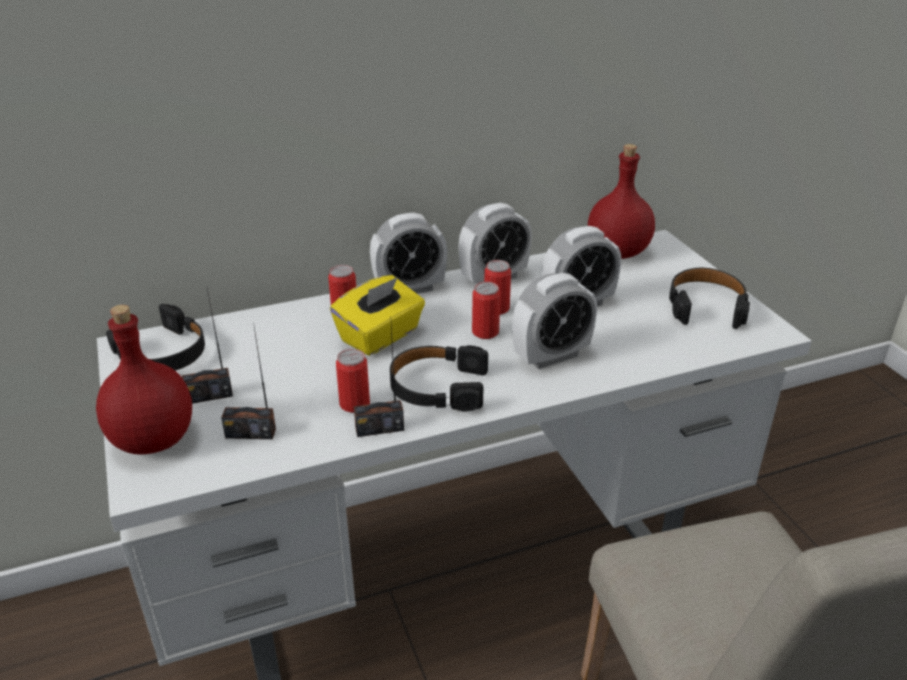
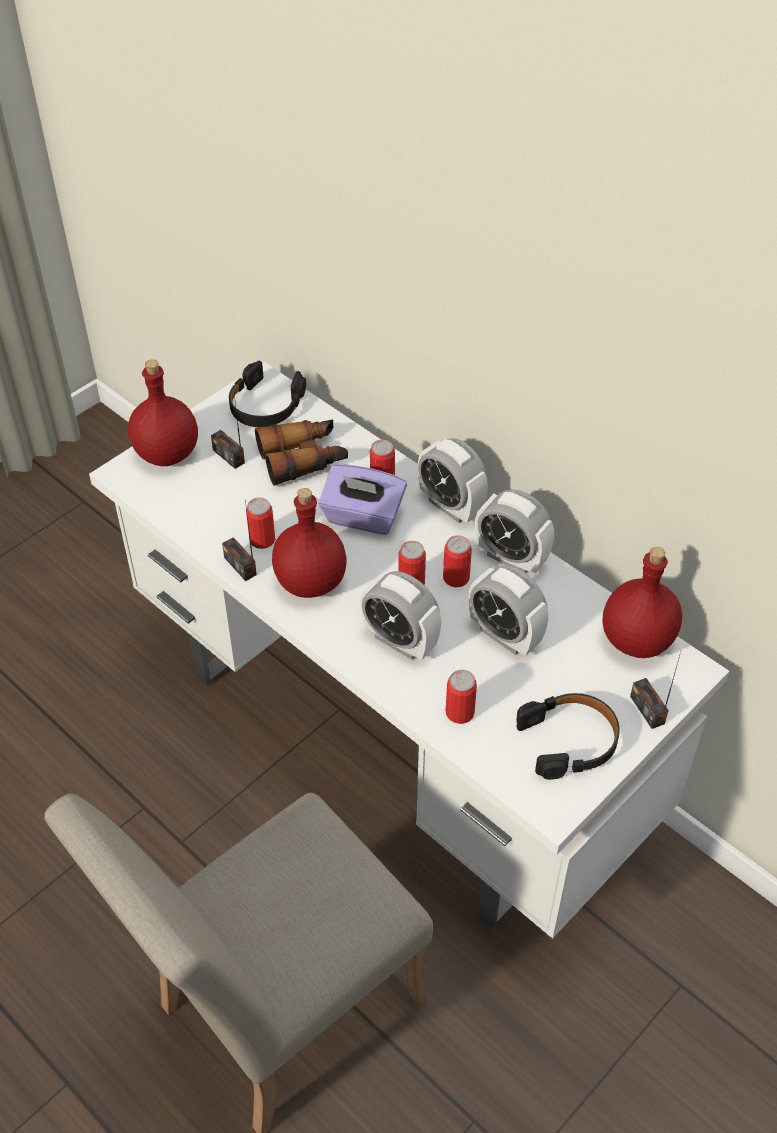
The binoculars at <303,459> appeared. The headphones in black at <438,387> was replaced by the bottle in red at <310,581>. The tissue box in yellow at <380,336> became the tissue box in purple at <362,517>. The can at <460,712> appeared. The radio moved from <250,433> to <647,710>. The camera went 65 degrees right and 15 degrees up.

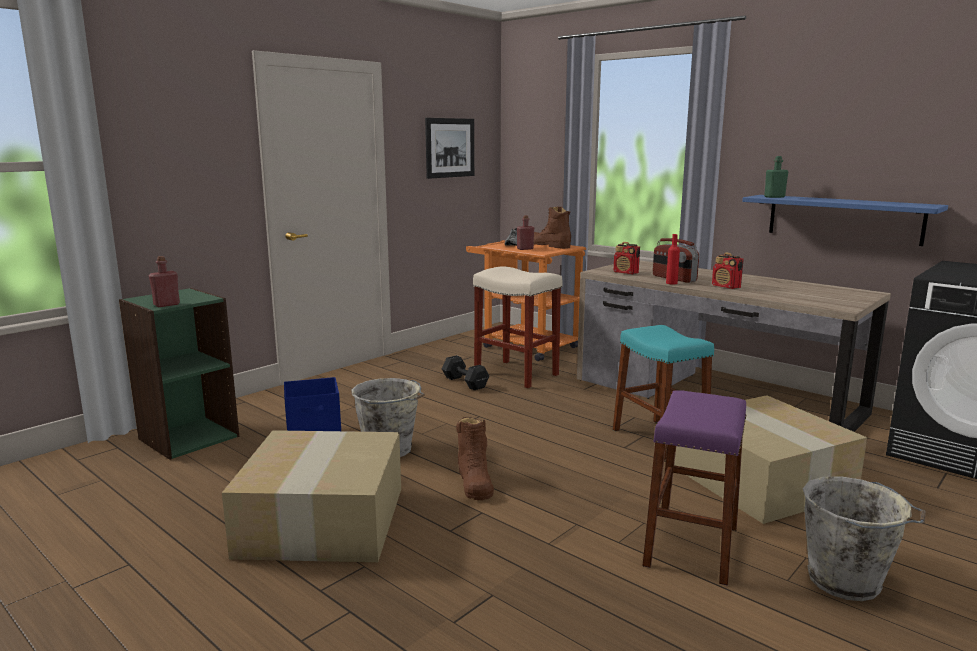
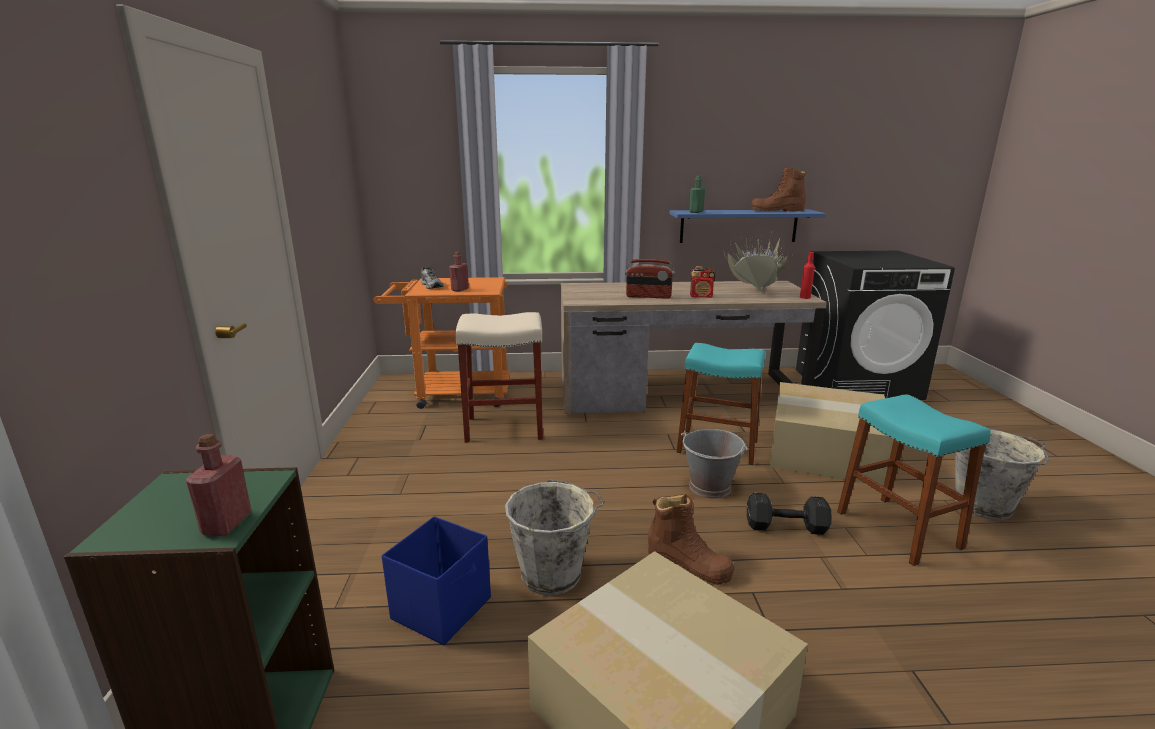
The bucket in grey at <710,487> appeared. The potted plant at <754,293> appeared. The dumbbell in black moved from <464,382> to <784,526>. The boot in brown moved from <549,245> to <777,210>. The bottle in red moved from <671,283> to <805,297>. The stool in purple at <691,546> became the stool in turquoise at <898,529>. The picture at <450,148> disappeared. The radio at <626,273> disappeared. The camera went 45 degrees left and 5 degrees up.

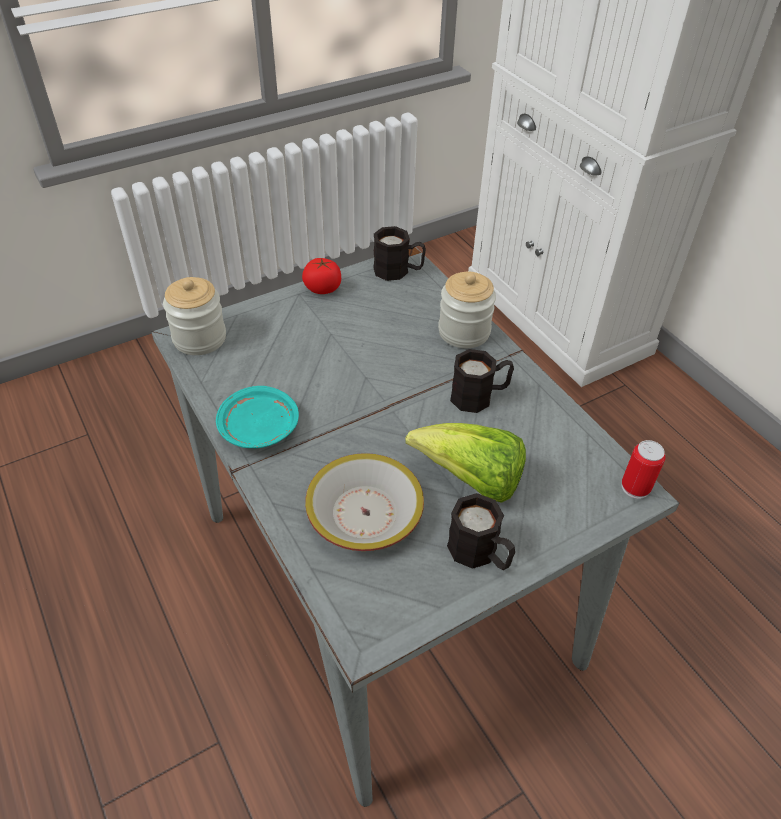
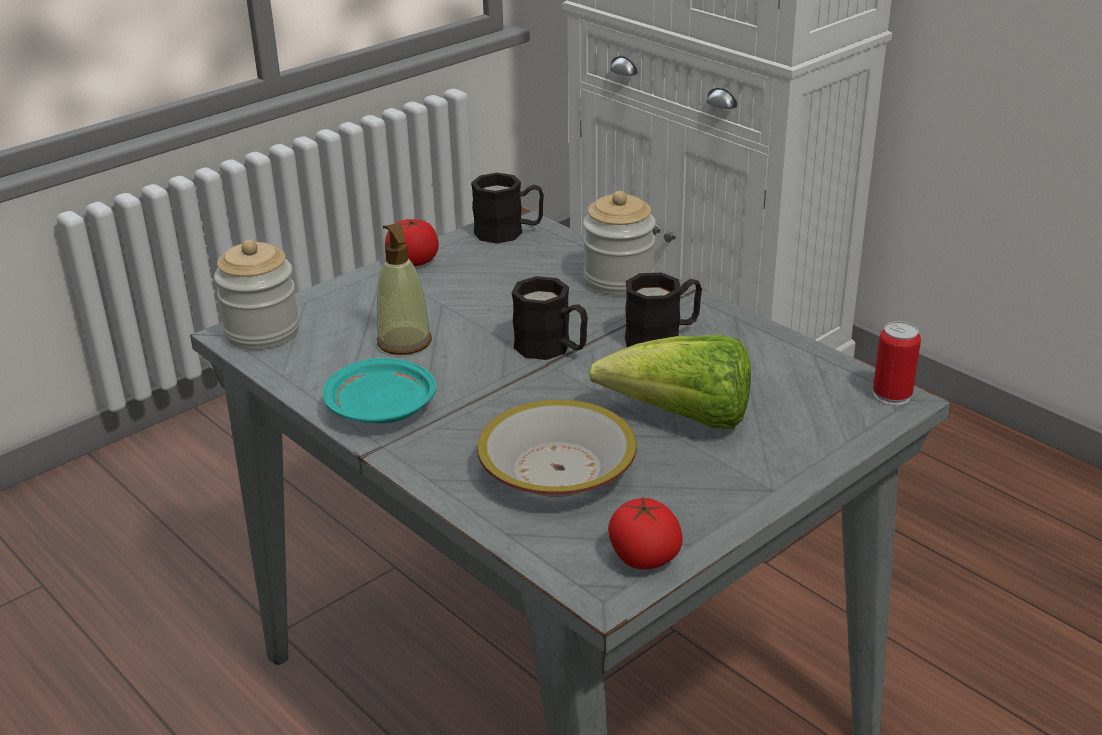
The soap dispenser at <404,342> appeared. The mug in black moved from <480,554> to <552,349>. The tomato at <643,558> appeared. The camera went 10 degrees left and 15 degrees down.

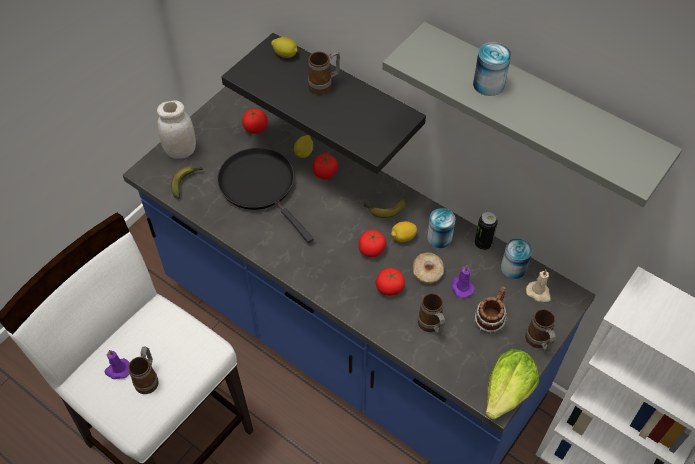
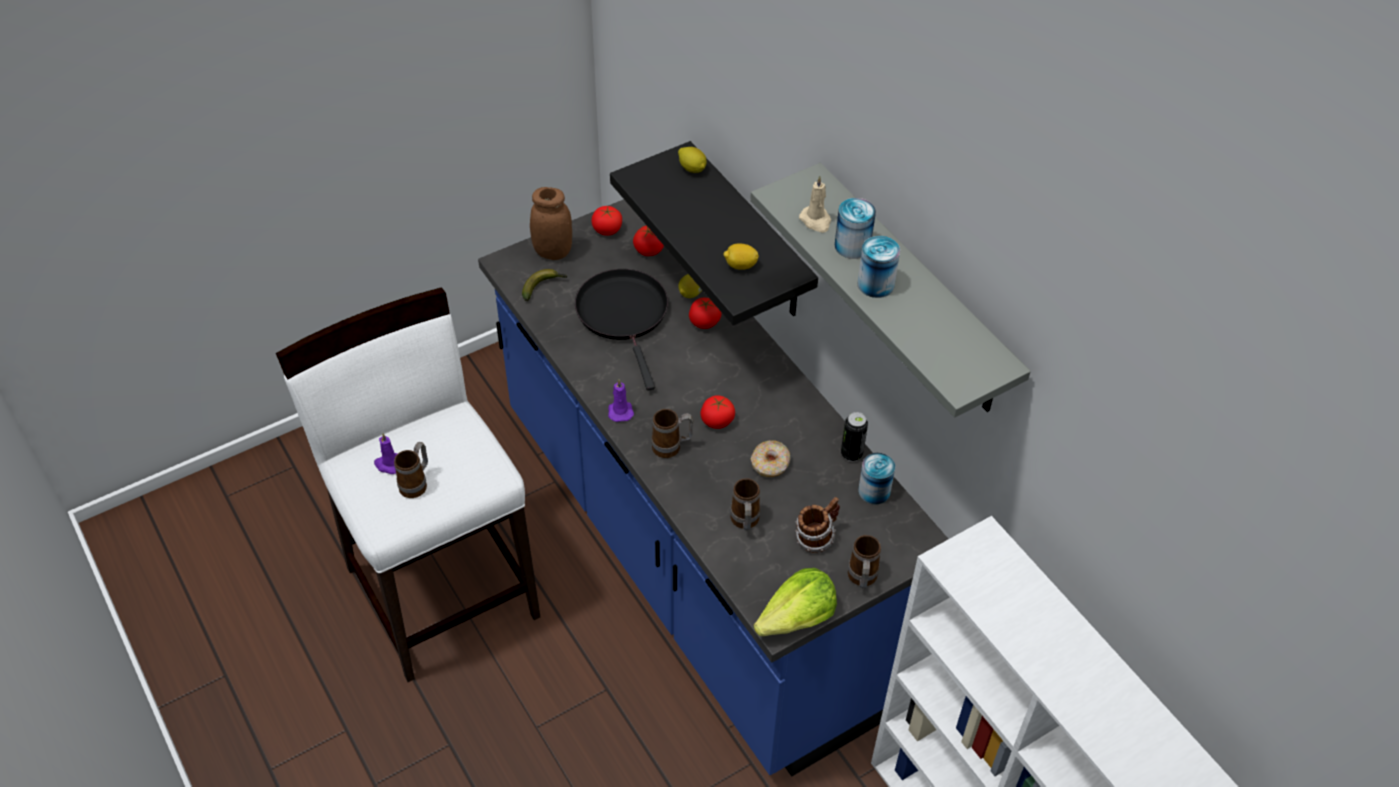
The jar in white at <181,151> became the jar in brown at <553,252>. The tomato moved from <389,288> to <607,230>. The candle in purple moved from <461,287> to <620,411>. The mug moved from <324,85> to <672,447>. The lemon moved from <403,237> to <740,265>. The candle in beige moved from <539,293> to <816,221>. The can moved from <439,237> to <875,284>. The banana at <384,210> disappeared. The camera went 20 degrees right and 5 degrees down.

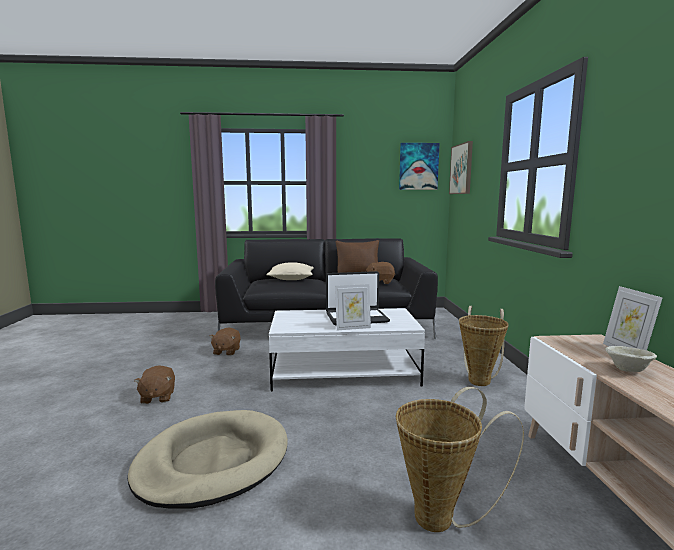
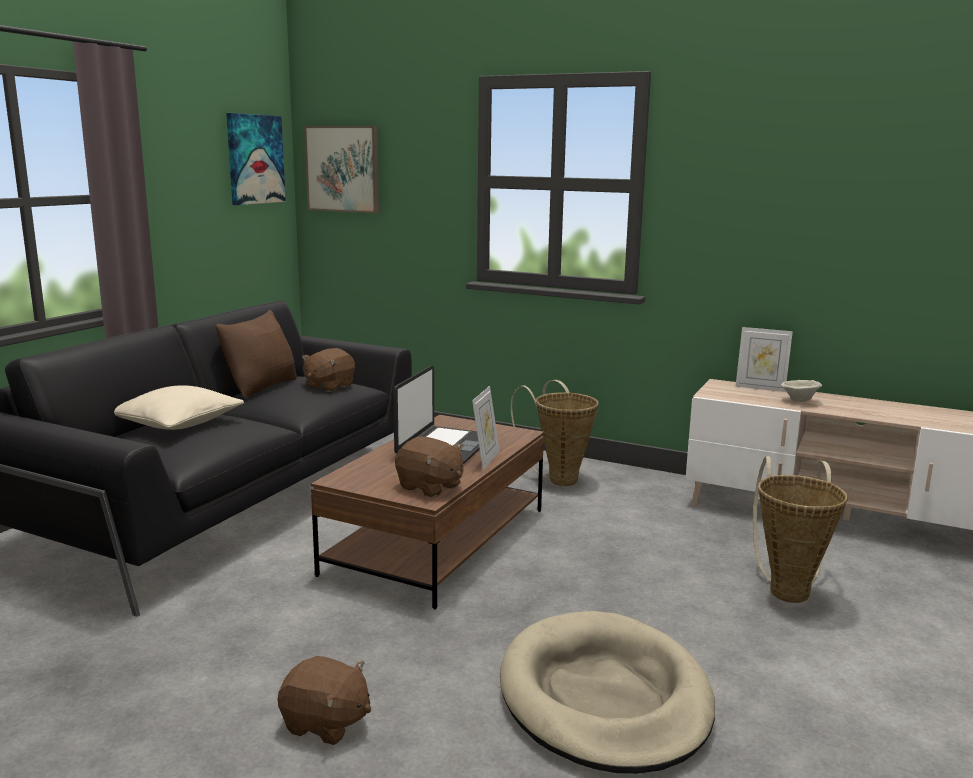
The coffee table in white at <344,372> became the coffee table in brown at <437,541>. The plush toy in brown moved from <226,351> to <430,487>. The camera went 60 degrees left and 5 degrees up.

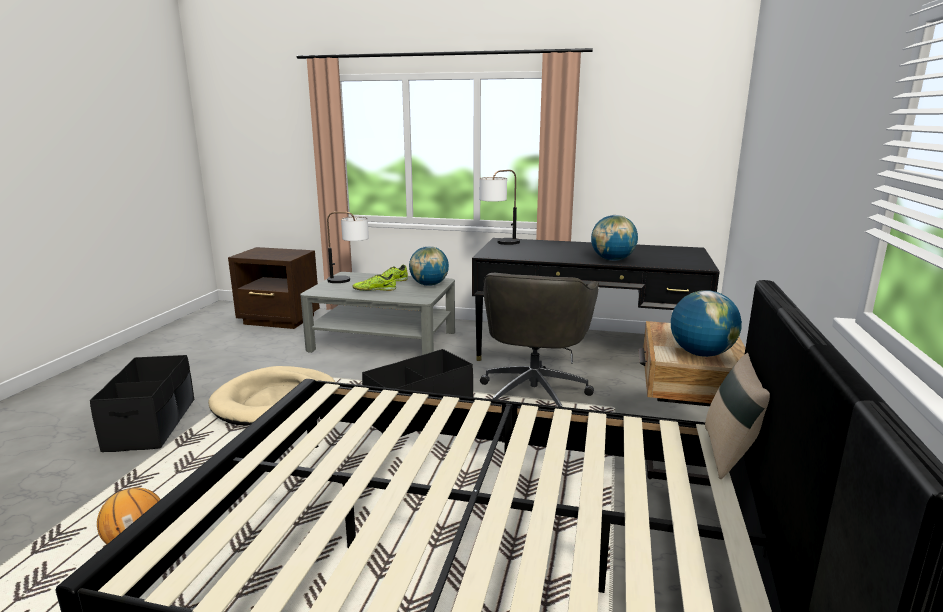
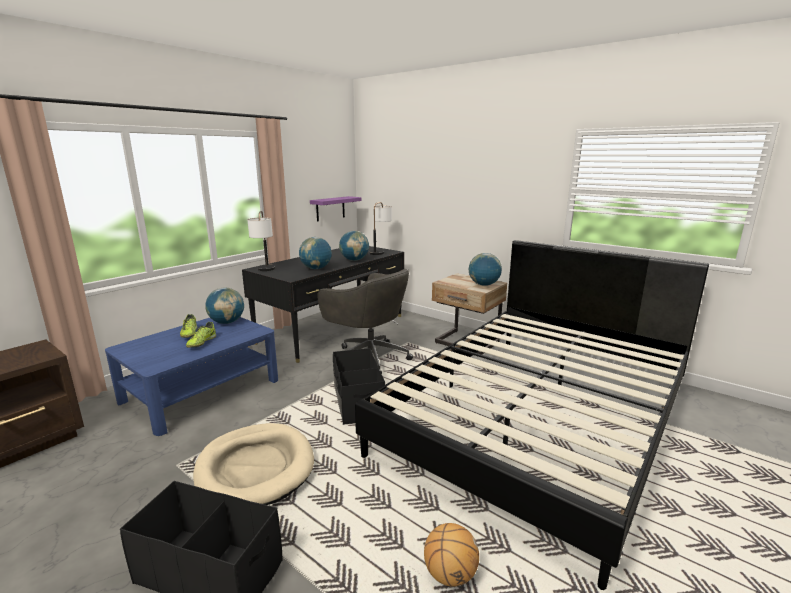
The coffee table in grey at <383,341> became the coffee table in blue at <201,390>. The globe at <316,268> appeared. The shelf in purple at <330,208> appeared. The table lamp moved from <350,280> to <380,251>. The pillow in beige at <731,454> disappeared. The camera went 65 degrees left and 0 degrees up.

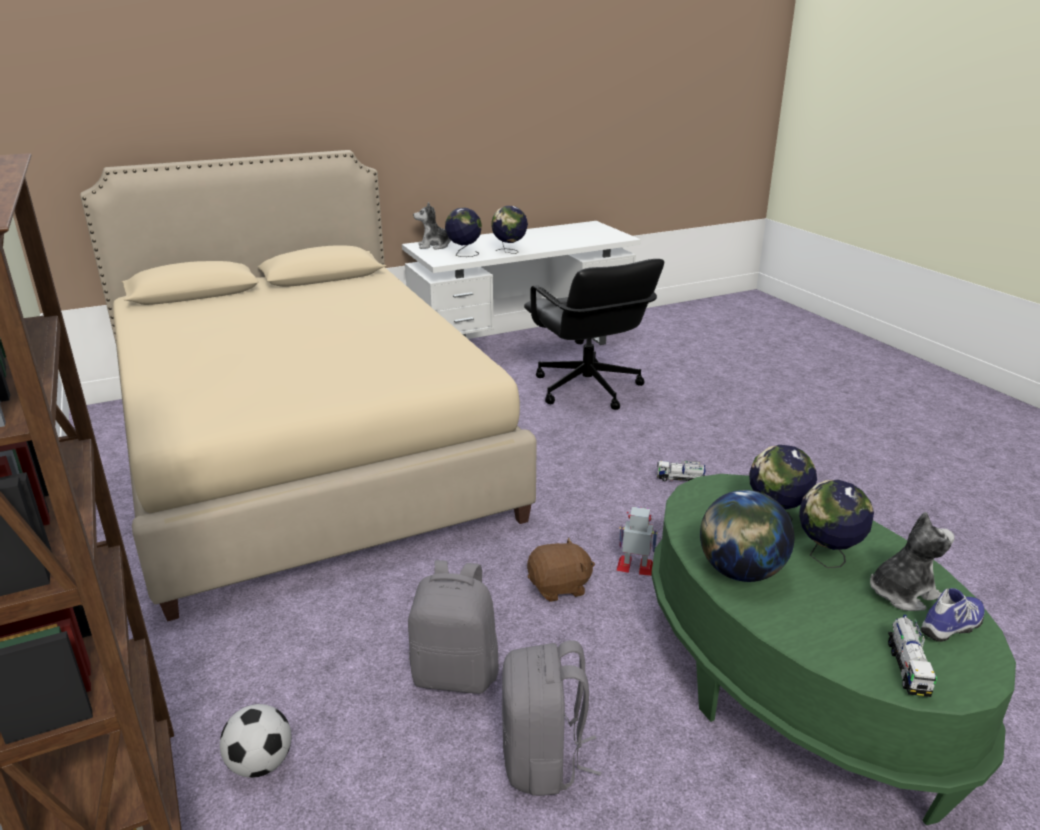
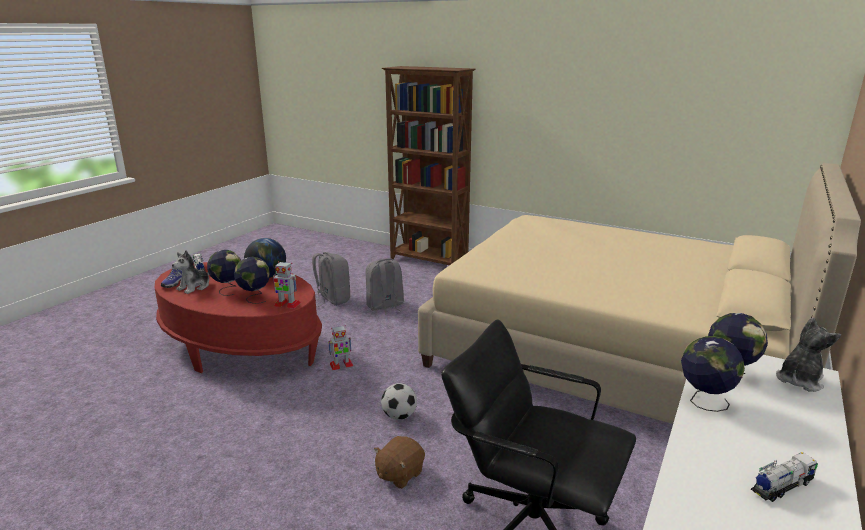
The coffee table in green at <794,679> became the coffee table in red at <241,346>. The toy robot at <287,304> appeared. The plush toy in brown moved from <559,587> to <399,474>. The football moved from <260,764> to <399,416>. The toy truck moved from <680,479> to <781,486>. The camera went 145 degrees right and 5 degrees down.

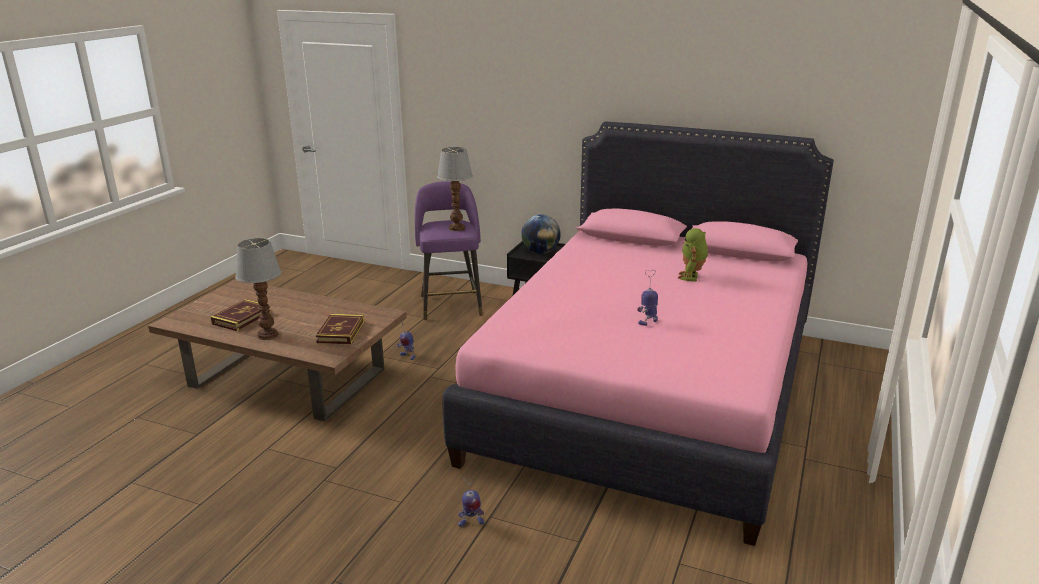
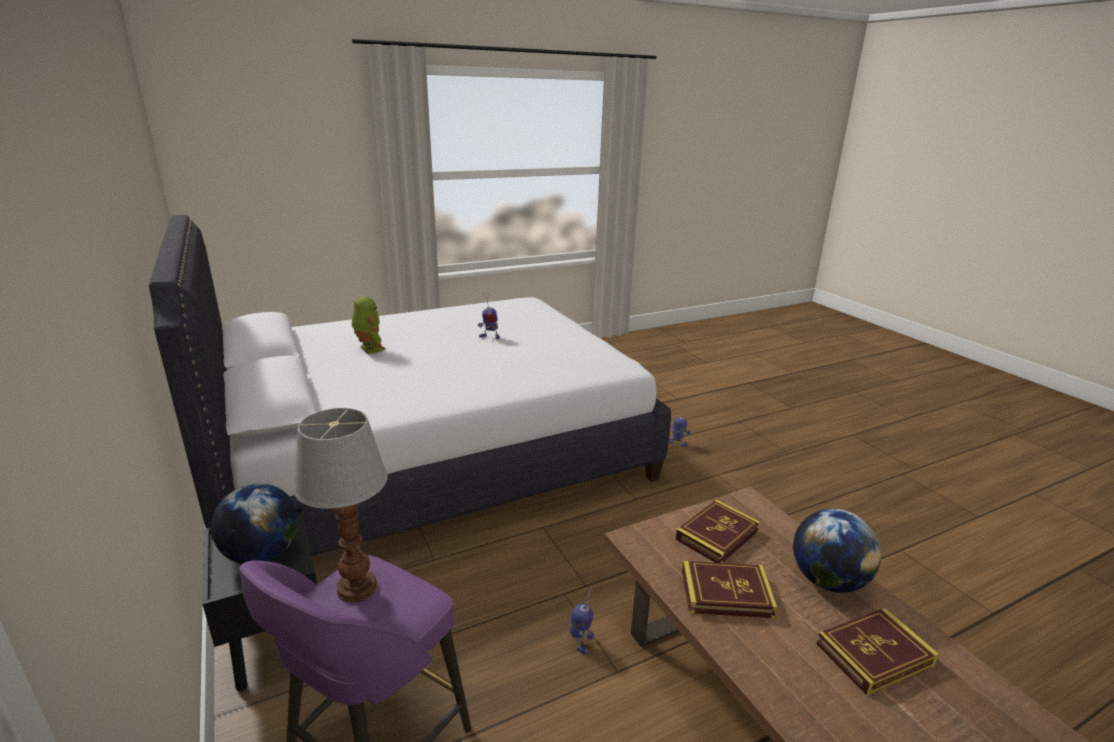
The bed in pink at <647,394> became the bed in white at <432,457>. The toy robot at <691,277> turned 90 degrees counterclockwise. The book at <726,593> appeared. The table lamp at <267,335> was replaced by the globe at <827,581>. The camera went 140 degrees left and 0 degrees up.

